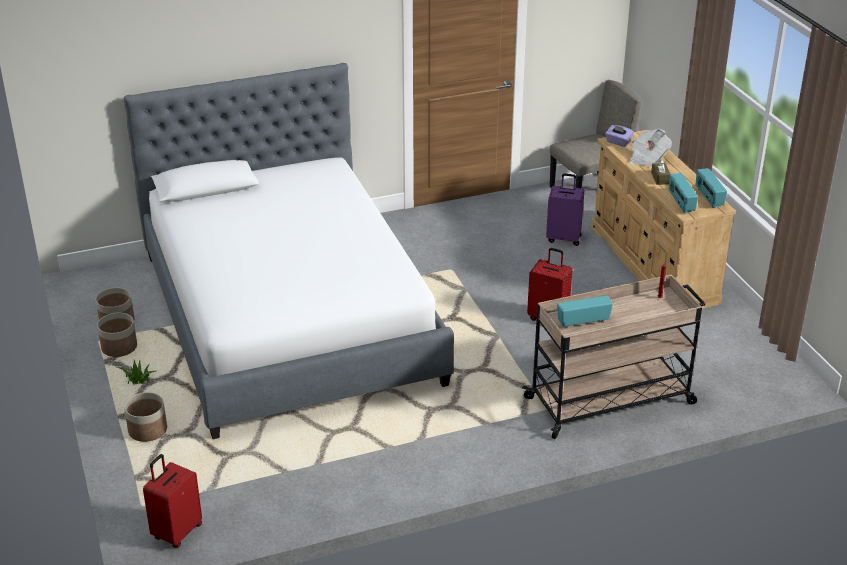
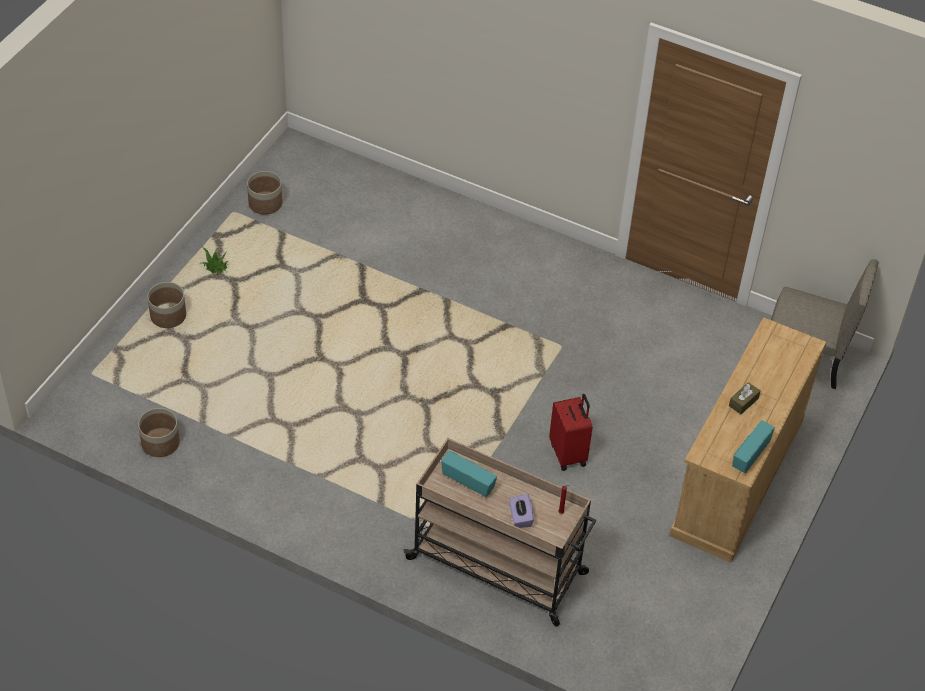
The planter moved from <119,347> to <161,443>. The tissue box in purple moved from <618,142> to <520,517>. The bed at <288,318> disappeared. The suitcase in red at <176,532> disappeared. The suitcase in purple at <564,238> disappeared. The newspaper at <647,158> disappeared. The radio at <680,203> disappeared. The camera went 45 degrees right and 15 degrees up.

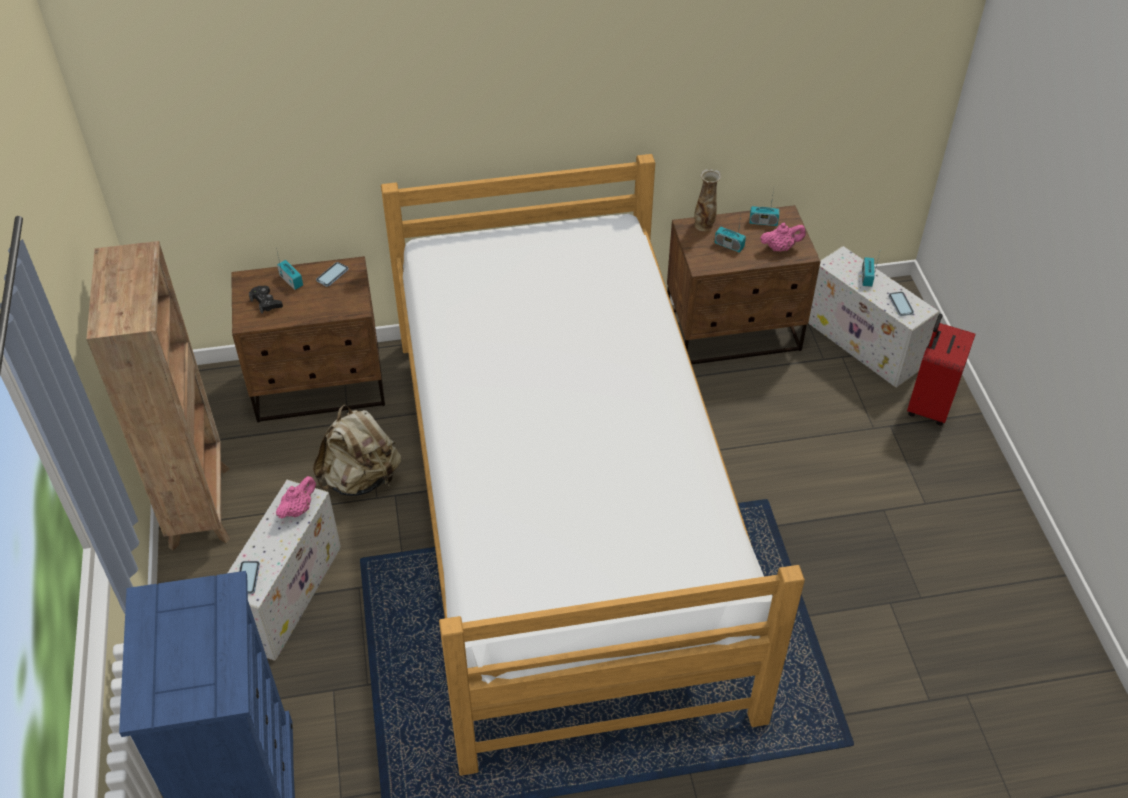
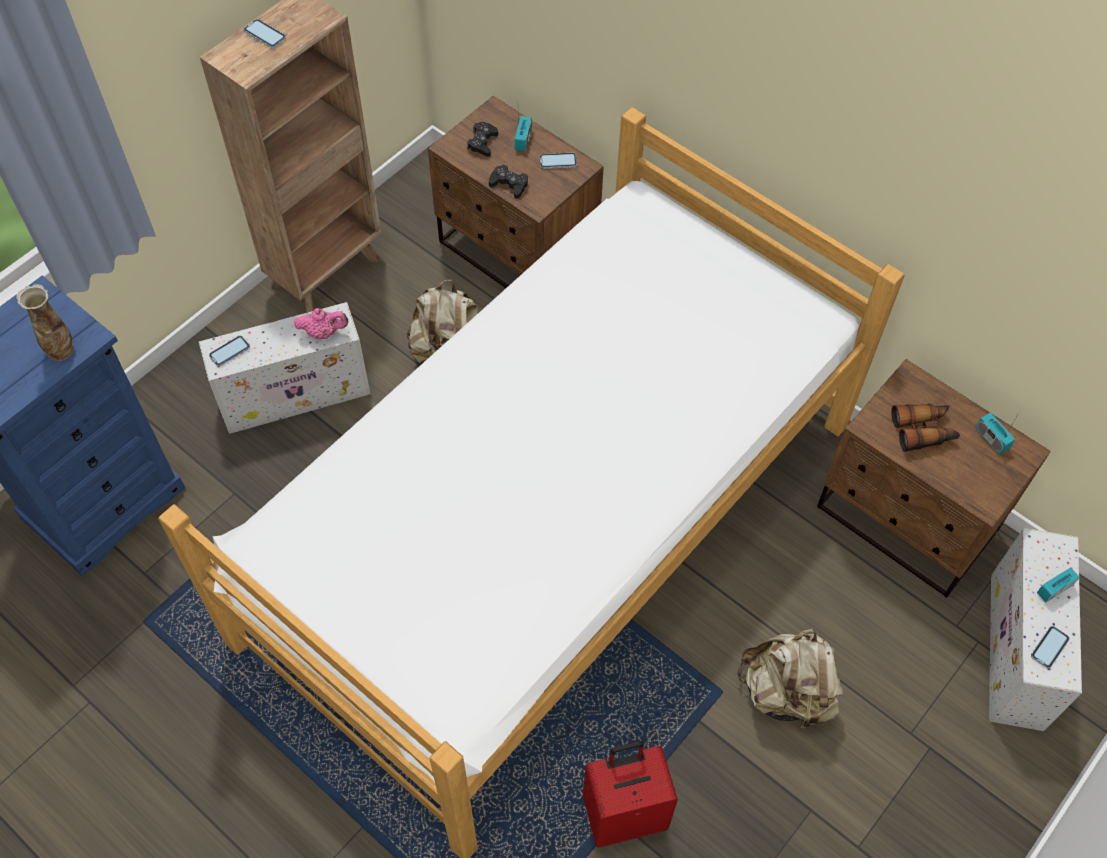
The vase moved from <704,225> to <61,350>. The phone at <265,35> appeared. The game controller in black at <509,184> appeared. The suitcase in red moved from <928,405> to <625,814>. The backpack in beige at <786,693> appeared. The radio at <729,245> was replaced by the binoculars at <923,431>. The teapot in pink at <780,248> disappeared. The camera went 50 degrees right and 10 degrees up.

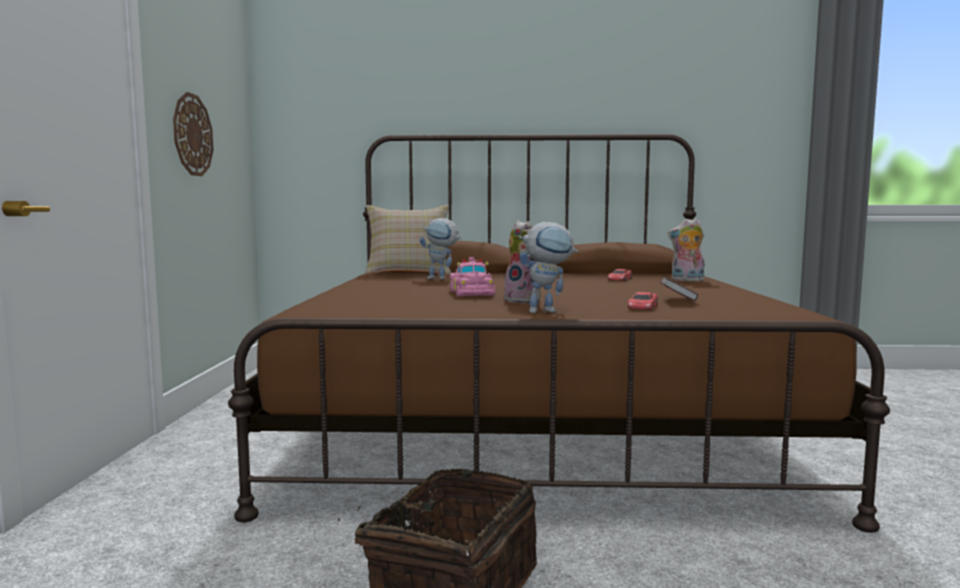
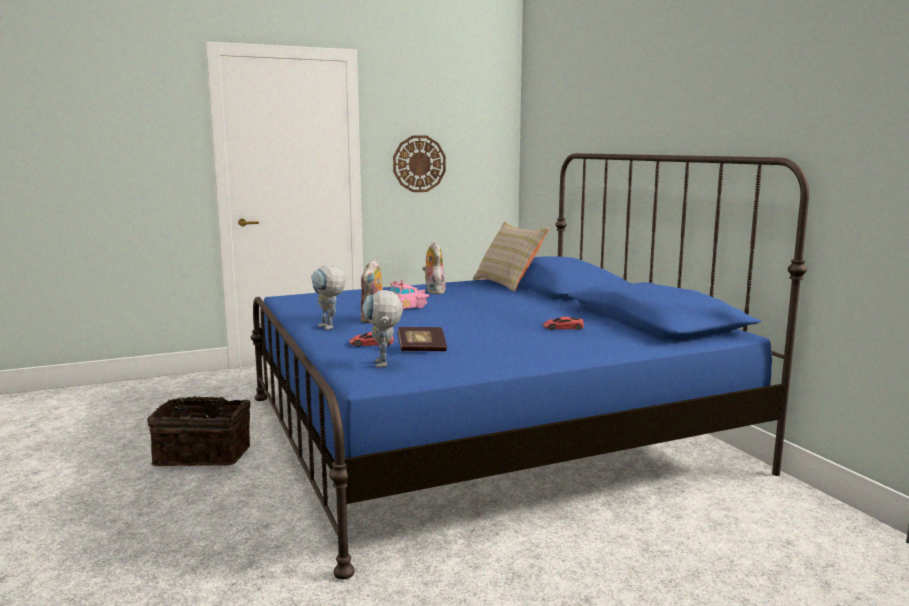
The bed in brown at <534,420> became the bed in blue at <486,432>. The toy robot moved from <441,278> to <384,366>. The plush toy moved from <686,280> to <433,291>. The camera went 65 degrees right and 5 degrees up.

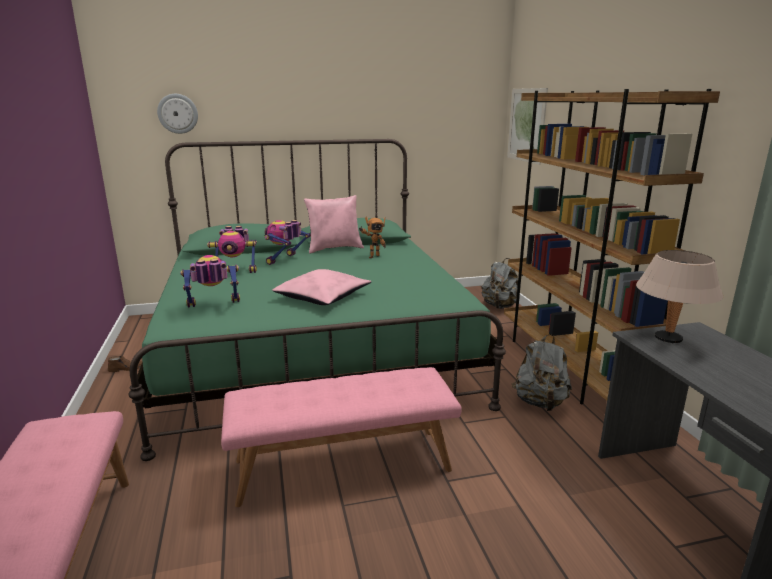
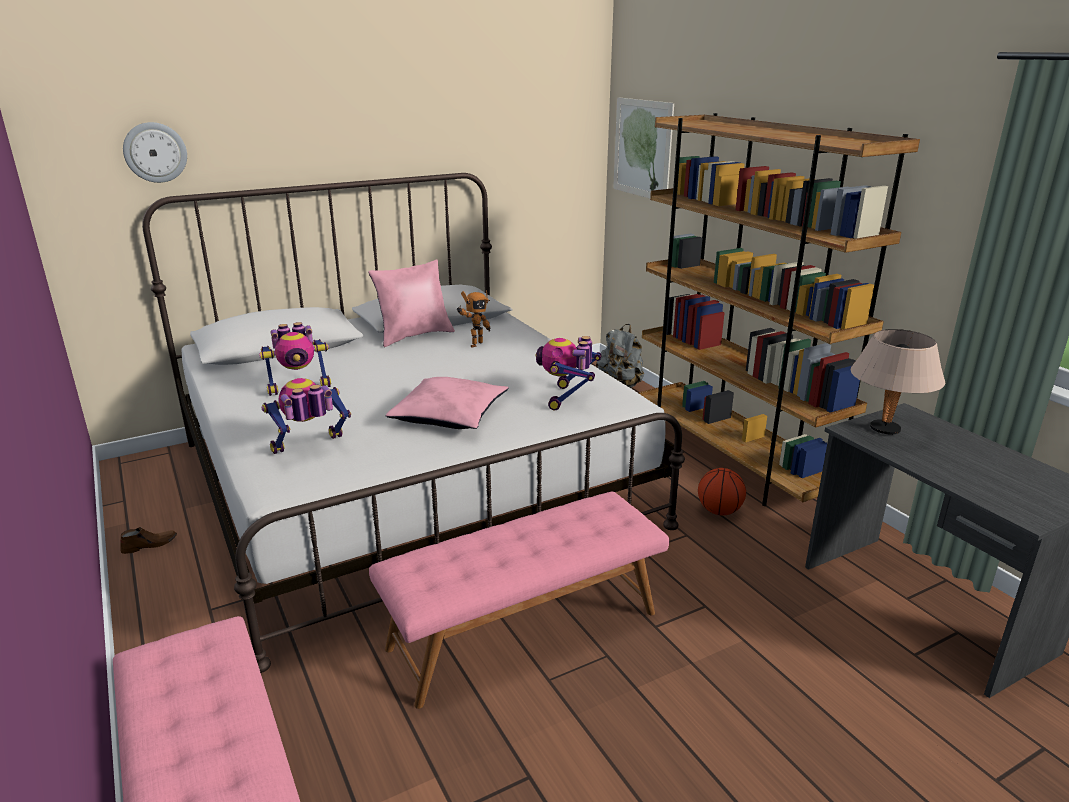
The bed in green at <313,352> became the bed in white at <408,482>. The toy robot moved from <285,260> to <567,398>. The backpack in grey at <540,403> was replaced by the basketball at <719,511>. The camera went 15 degrees left and 5 degrees up.

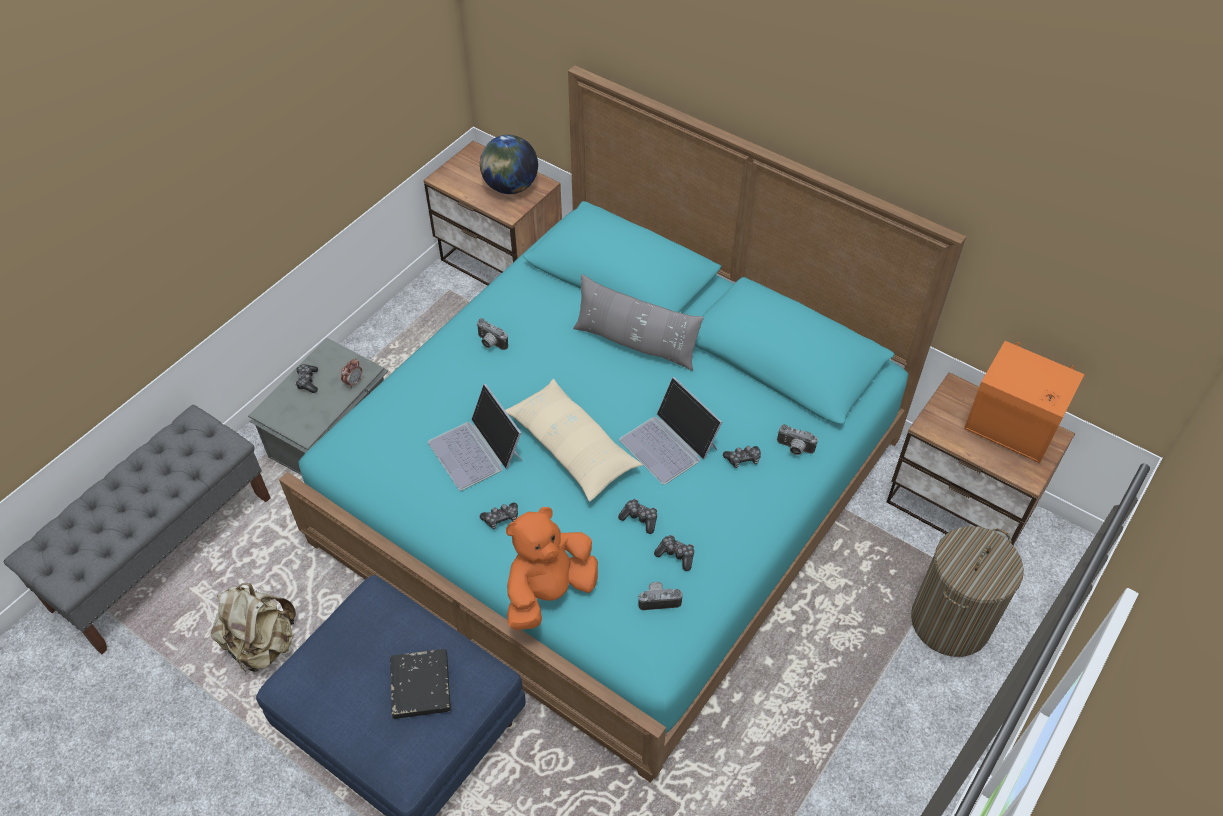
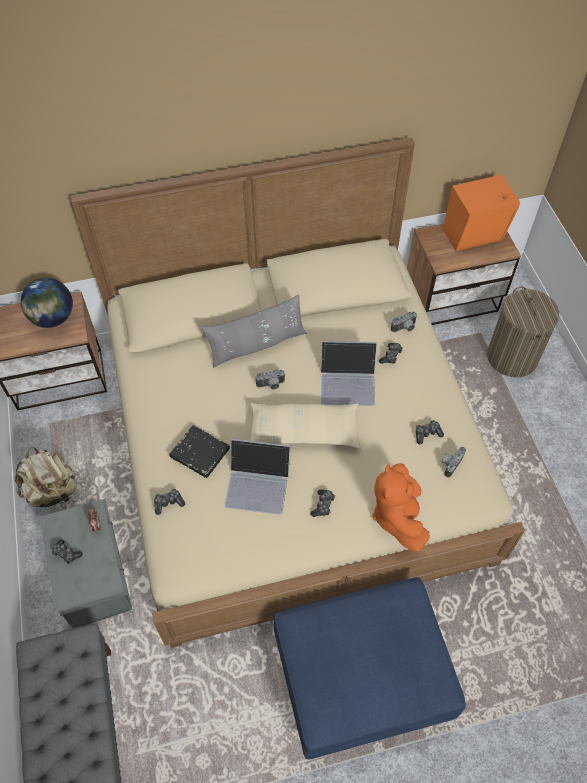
The backpack in beige moved from <262,644> to <52,491>. The bed in turquoise at <612,487> became the bed in beige at <293,444>. The game controller moved from <639,518> to <168,503>. The book in black moved from <421,685> to <200,453>. The photo camera moved from <490,343> to <271,385>. The camera went 50 degrees left and 5 degrees up.

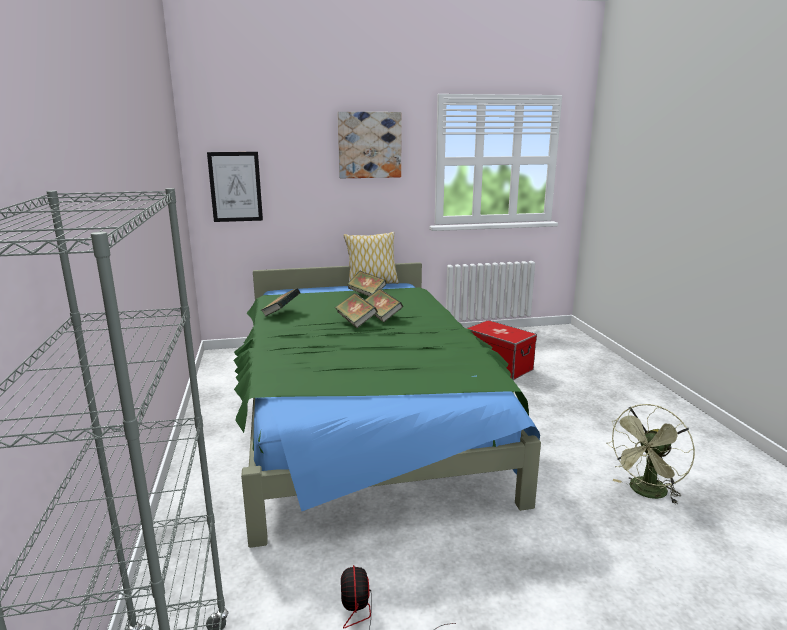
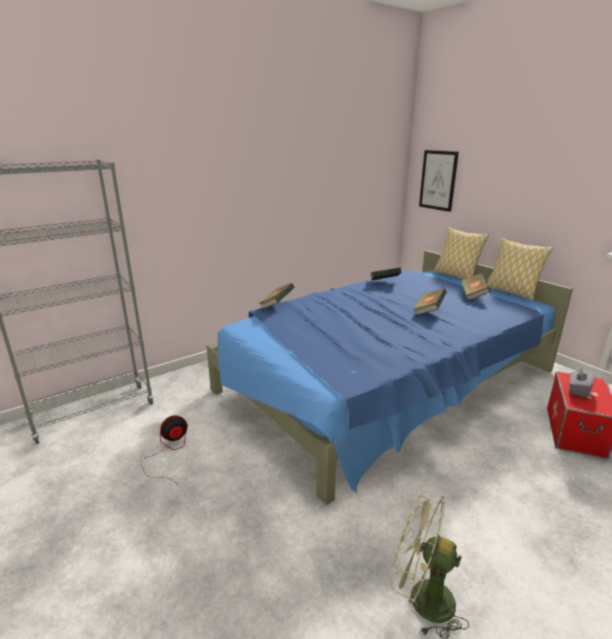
The bed in green at <362,413> became the bed in blue at <386,382>. The book moved from <356,322> to <277,306>. The pillow at <455,276> appeared. The tissue box in grey at <578,390> appeared. The picture at <369,145> disappeared. The camera went 65 degrees right and 5 degrees up.

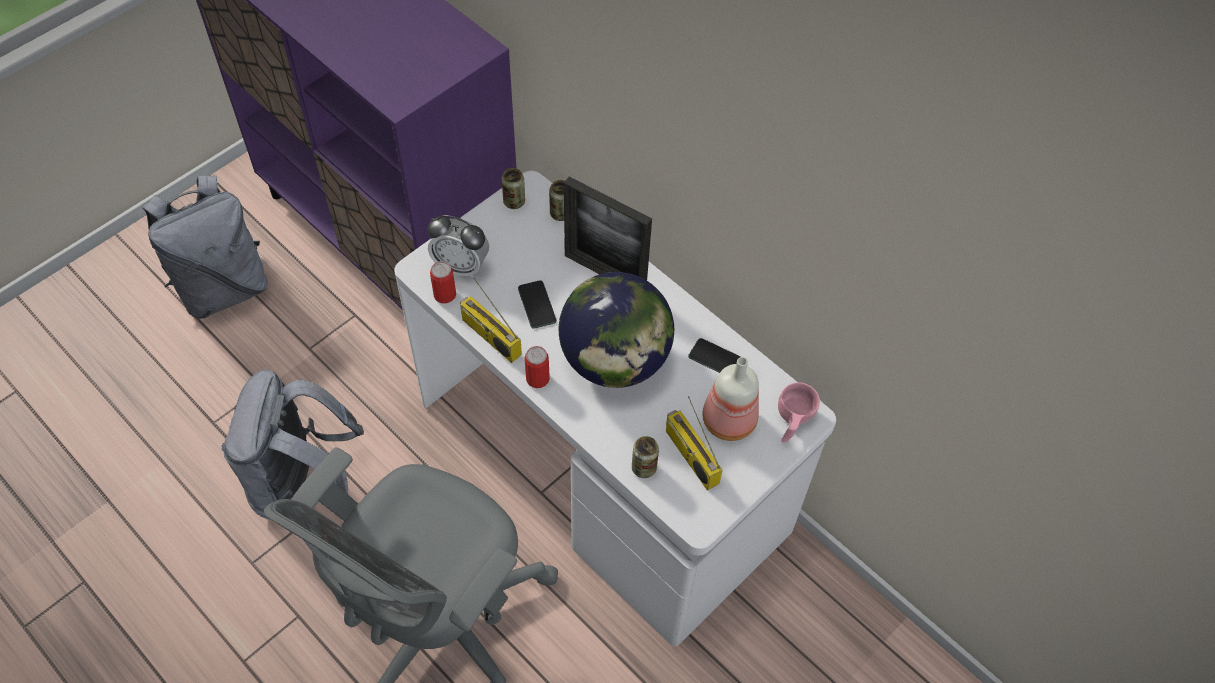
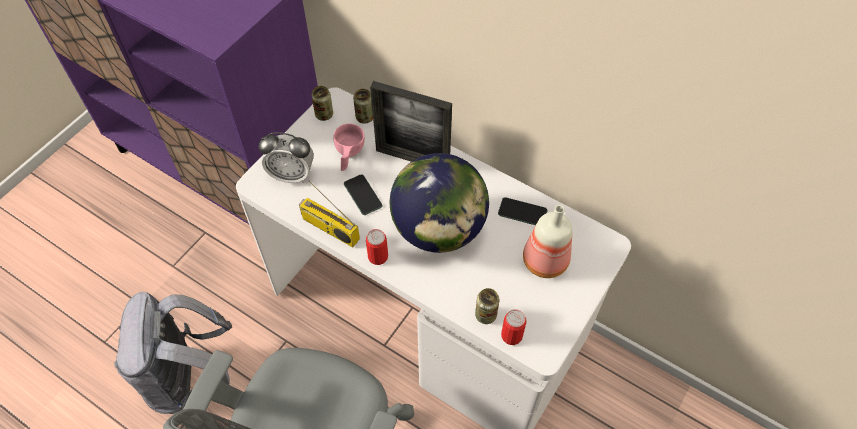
The cup in pink moved from <791,421> to <348,155>. The can moved from <445,294> to <511,335>. The backpack in grey at <223,287> disappeared. The radio at <690,456> disappeared. The camera went 10 degrees left and 0 degrees up.

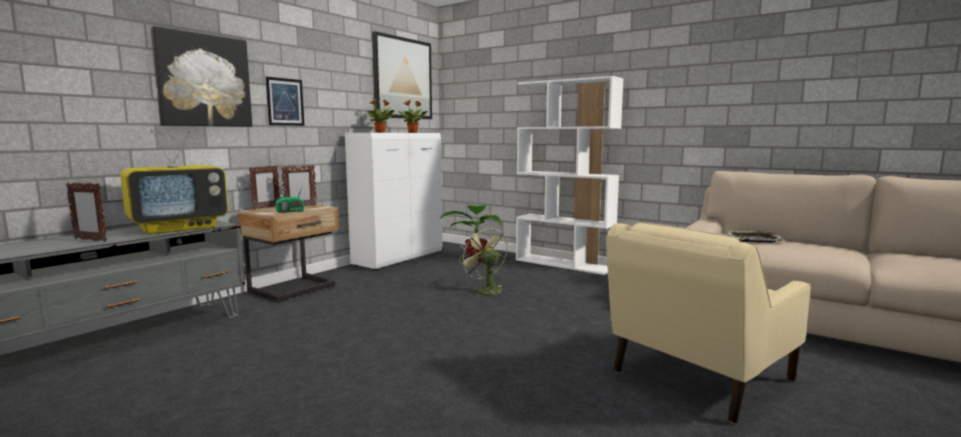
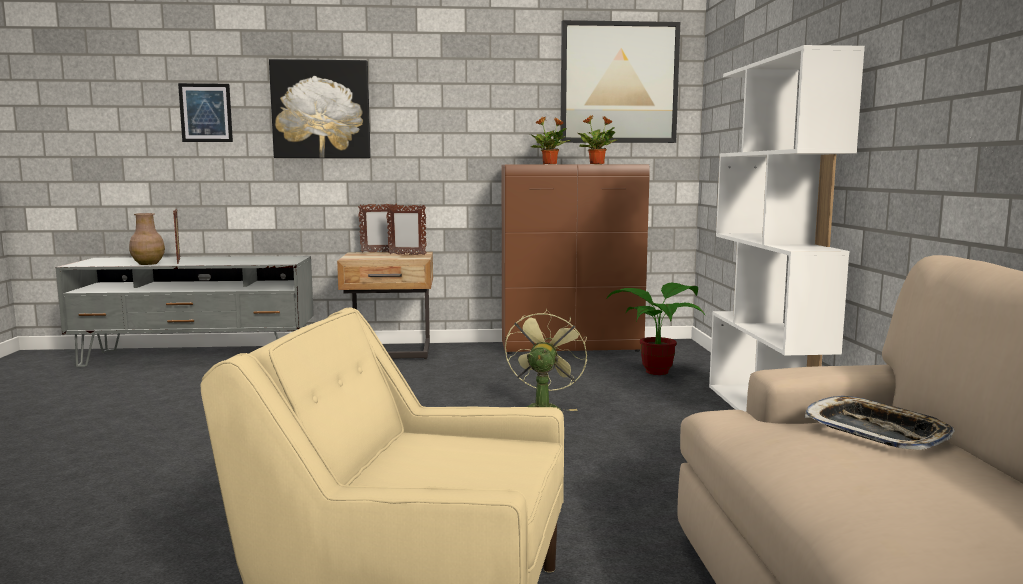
The vase in brown at <147,263> appeared. The picture moved from <285,102> to <206,113>. The cabinet in white at <399,258> became the cabinet in brown at <572,347>. The television at <179,228> disappeared. The radio at <291,211> disappeared. The camera went 50 degrees right and 0 degrees up.

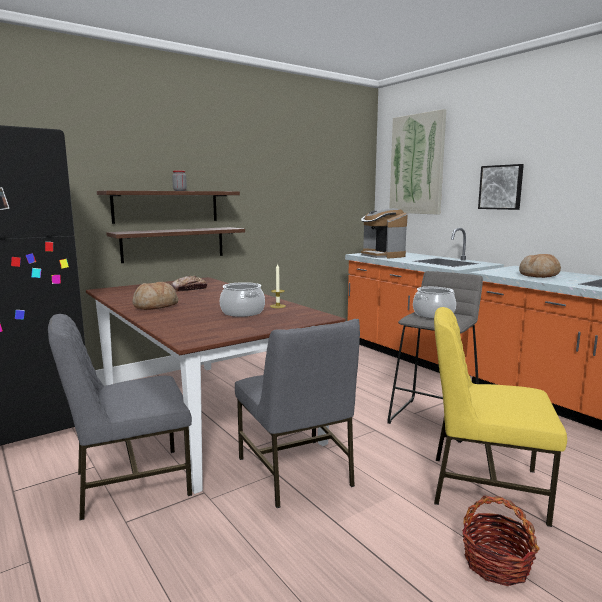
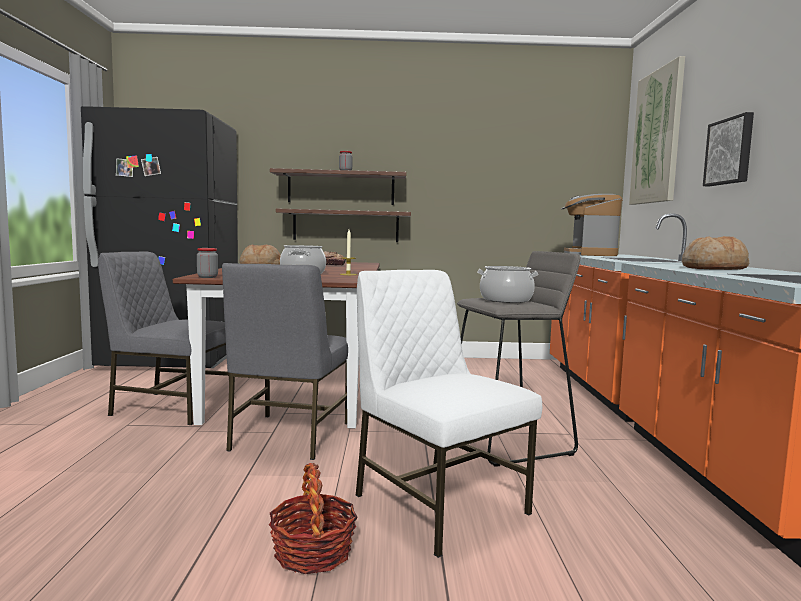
The jar at <207,277> appeared. The chair in yellow at <484,487> became the chair in white at <437,503>. The camera went 35 degrees right and 5 degrees down.

